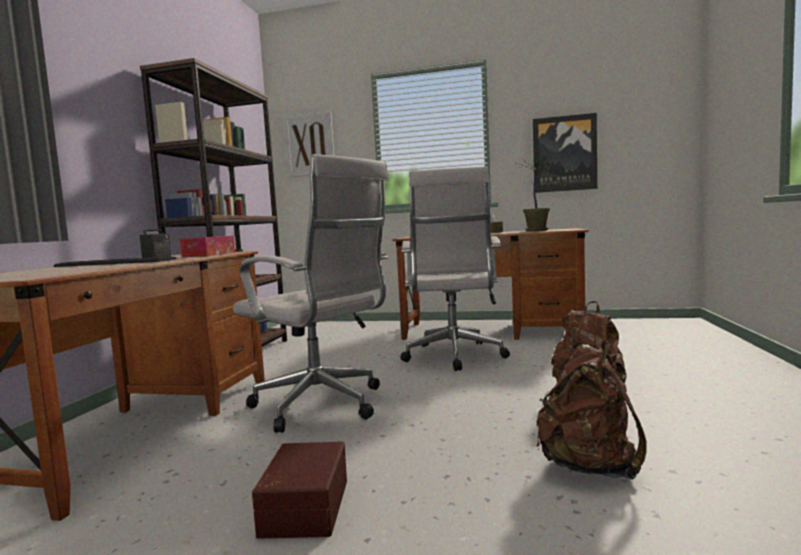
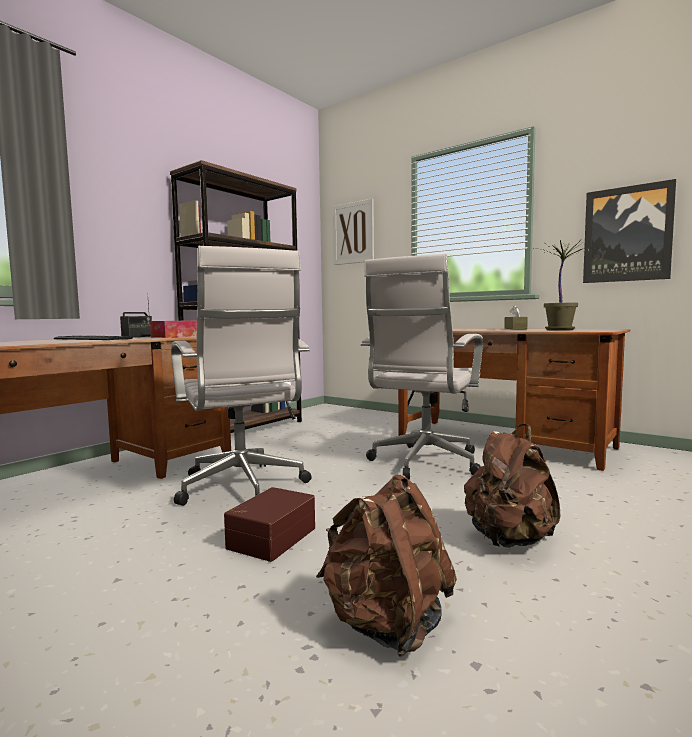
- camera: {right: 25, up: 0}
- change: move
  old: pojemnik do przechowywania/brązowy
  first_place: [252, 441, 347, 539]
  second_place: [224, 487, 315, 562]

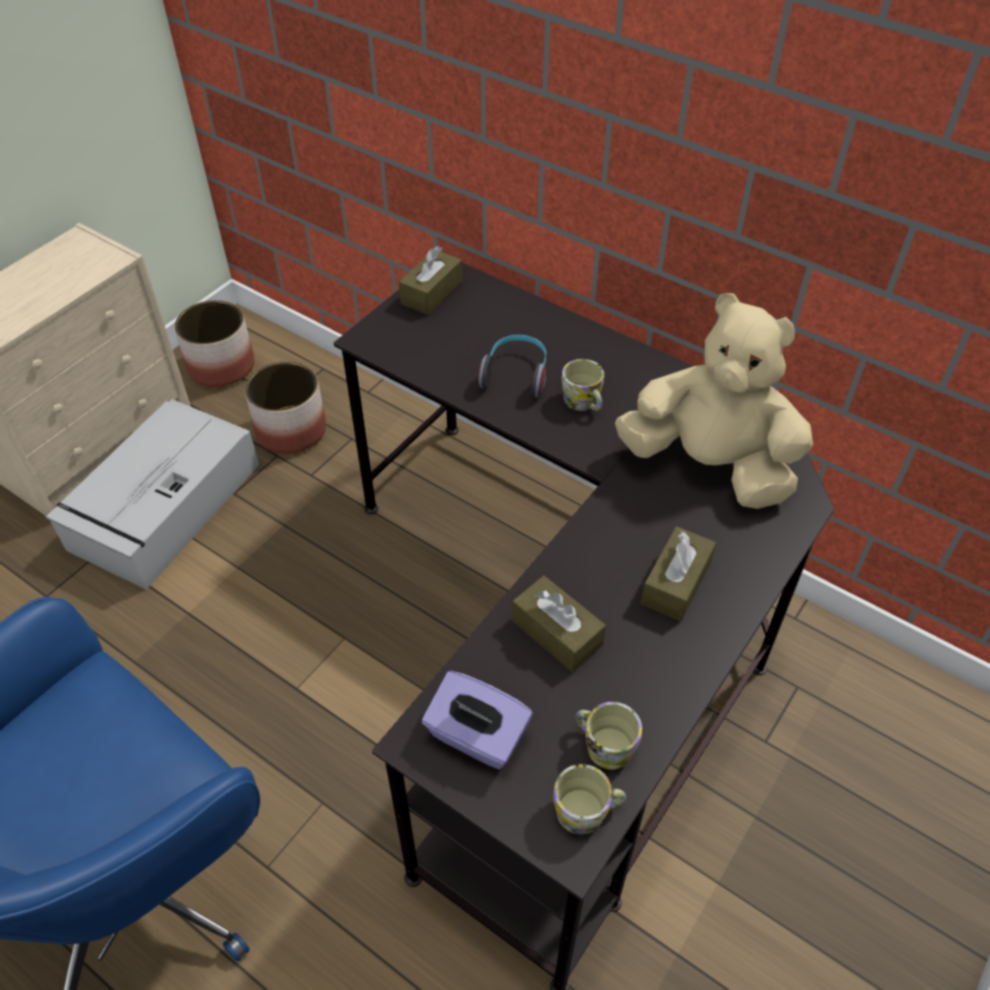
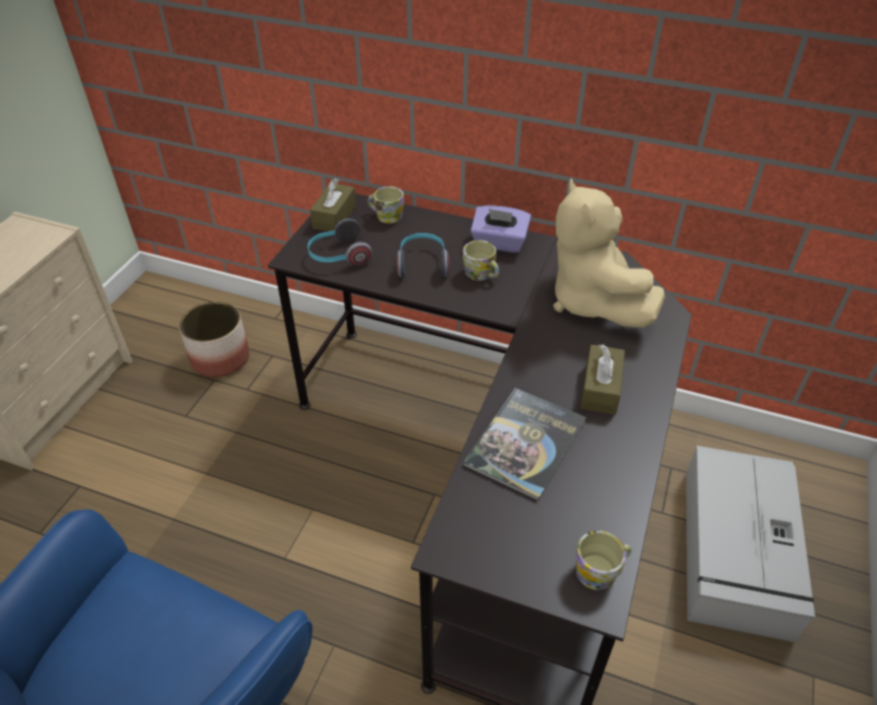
- camera: {right: -15, up: -5}
- change: delete
  old: donica
  first_place: [175, 300, 254, 387]
- change: insert
  new: słuchawki
  second_place: [308, 219, 372, 265]
- change: move
  old: pojemnik do przechowywania/szary
  first_place: [46, 399, 259, 590]
  second_place: [686, 446, 815, 642]
- change: move
  old: pudełko chusteczek/fioletowy
  first_place: [422, 671, 533, 770]
  second_place: [471, 205, 531, 253]
- change: move
  old: kubek
  first_place: [576, 702, 642, 770]
  second_place: [368, 186, 404, 223]
- change: replace
  old: pudełko chusteczek/brązowy
  new: książka
  first_place: [512, 576, 606, 672]
  second_place: [463, 388, 586, 501]
- change: rotate
  old: pluszak/beżowy
  first_place: [615, 293, 813, 509]
  second_place: [553, 179, 665, 328]
  degrees: -120

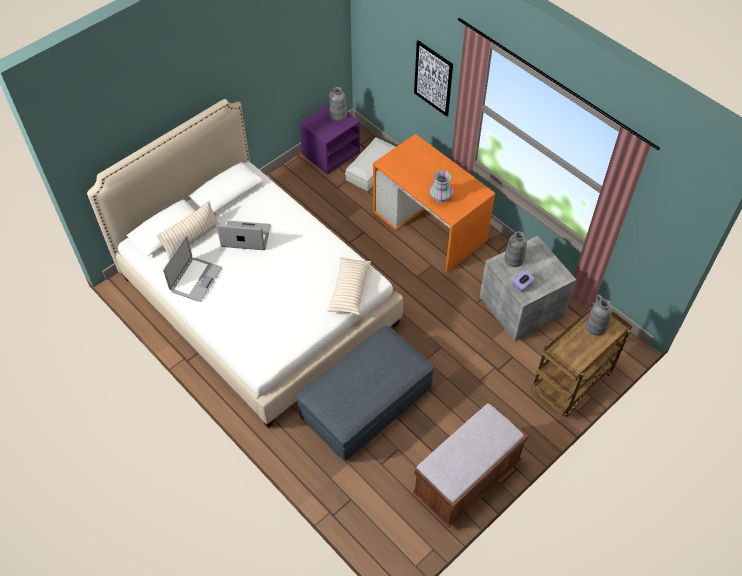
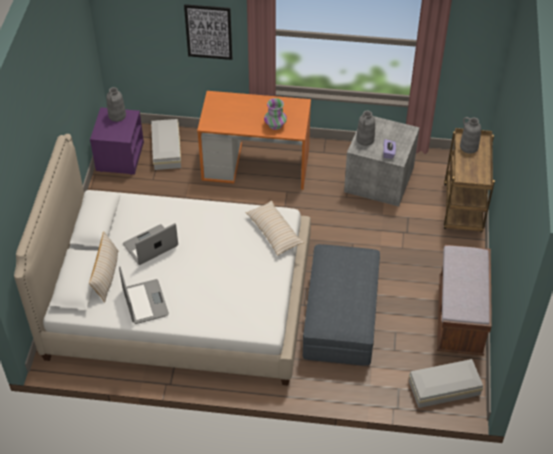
- camera: {right: -40, up: -5}
- change: insert
  new: pojemnik do przechowywania/biały
  second_place: [409, 359, 483, 408]

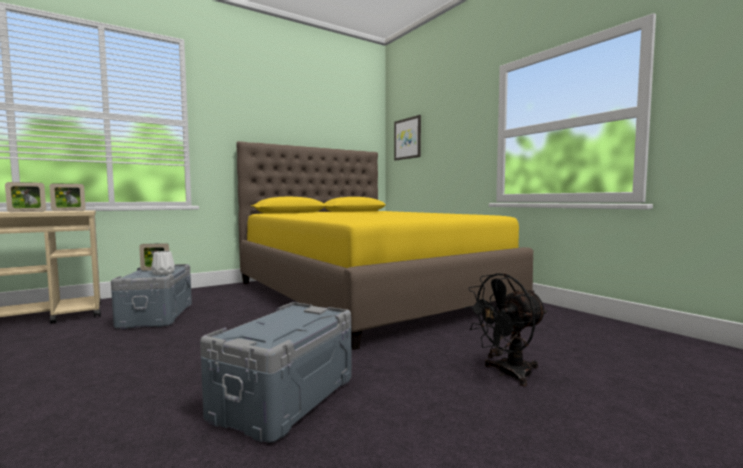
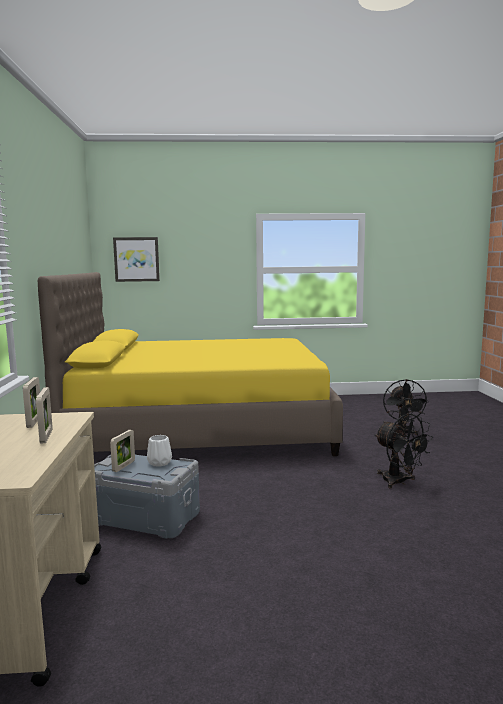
- camera: {right: -60, up: 5}
- change: replace
  old: pojemnik do przechowywania/szary
  new: wentylator/czarny
  first_place: [200, 302, 352, 443]
  second_place: [375, 413, 433, 489]

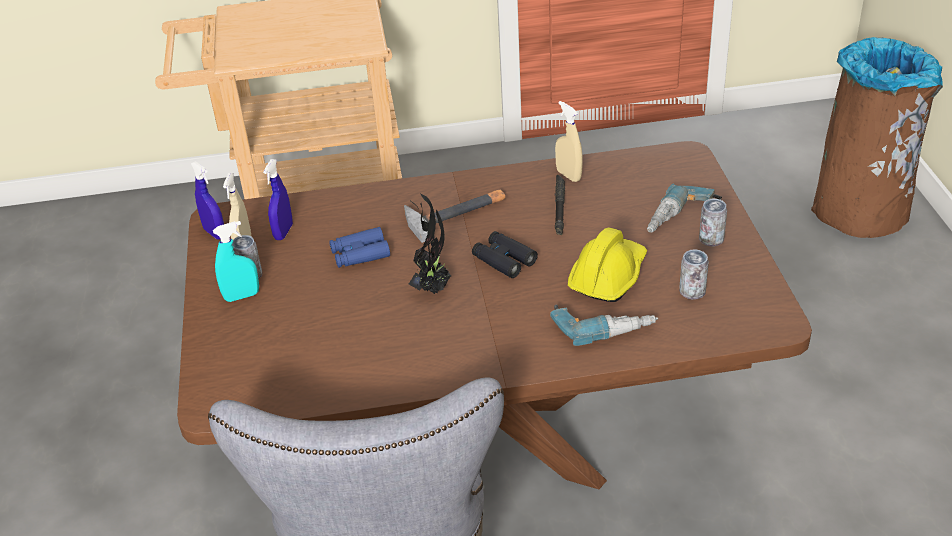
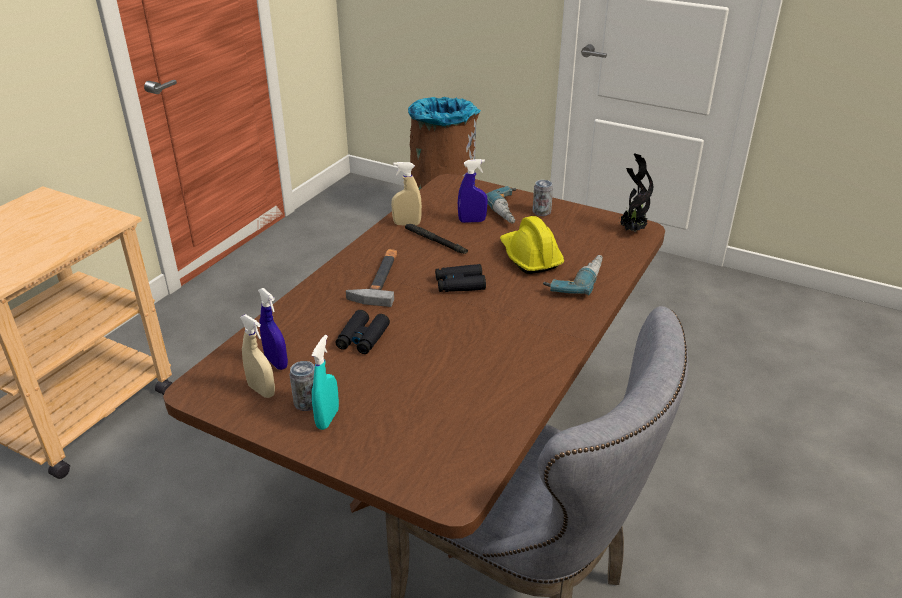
- camera: {right: -55, up: -5}
- change: delete
  old: puszka
  first_place: [679, 249, 709, 300]
- change: move
  old: spryskiwacz/niebieski
  first_place: [191, 161, 224, 240]
  second_place: [458, 159, 488, 223]
- change: move
  old: roślina doniczkowa
  first_place: [409, 194, 451, 294]
  second_place: [618, 153, 653, 232]
- change: recolor
  old: lornetka/niebieski
  new: lornetka/czarny
  first_place: [329, 227, 390, 268]
  second_place: [335, 310, 390, 354]

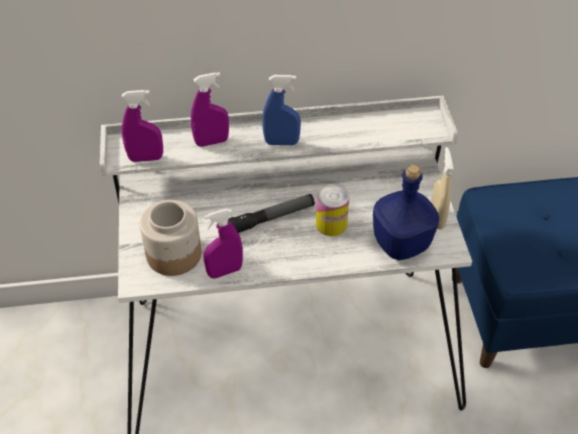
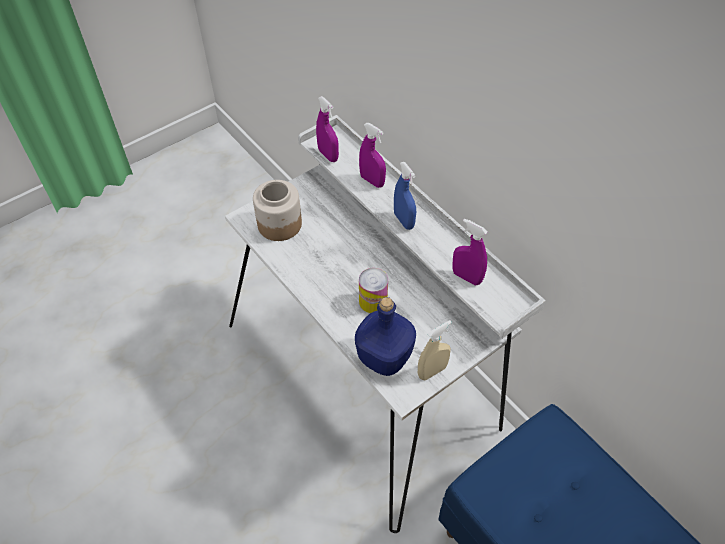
- camera: {right: 60, up: 5}
- change: delete
  old: latarka
  first_place: [228, 194, 315, 234]
- change: move
  old: spryskiwacz/fioletowy
  first_place: [204, 209, 243, 278]
  second_place: [452, 218, 488, 285]

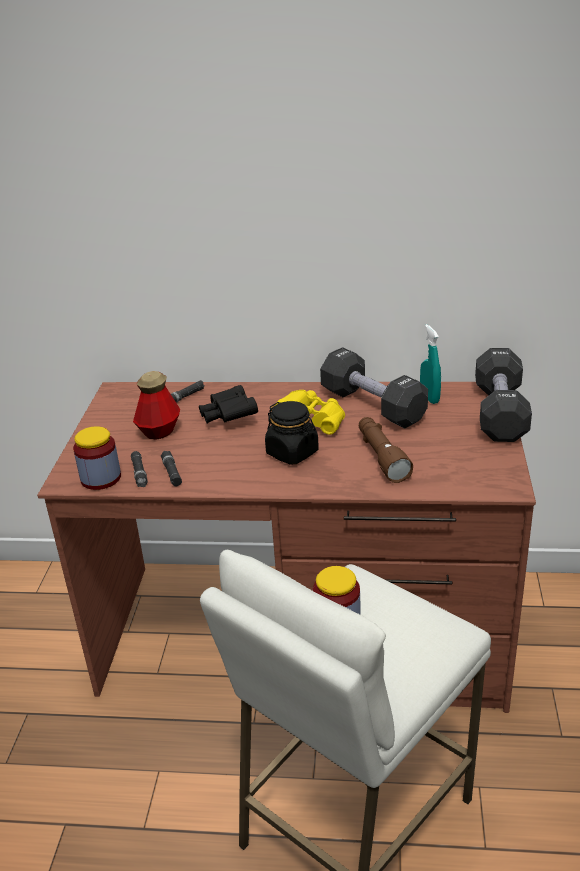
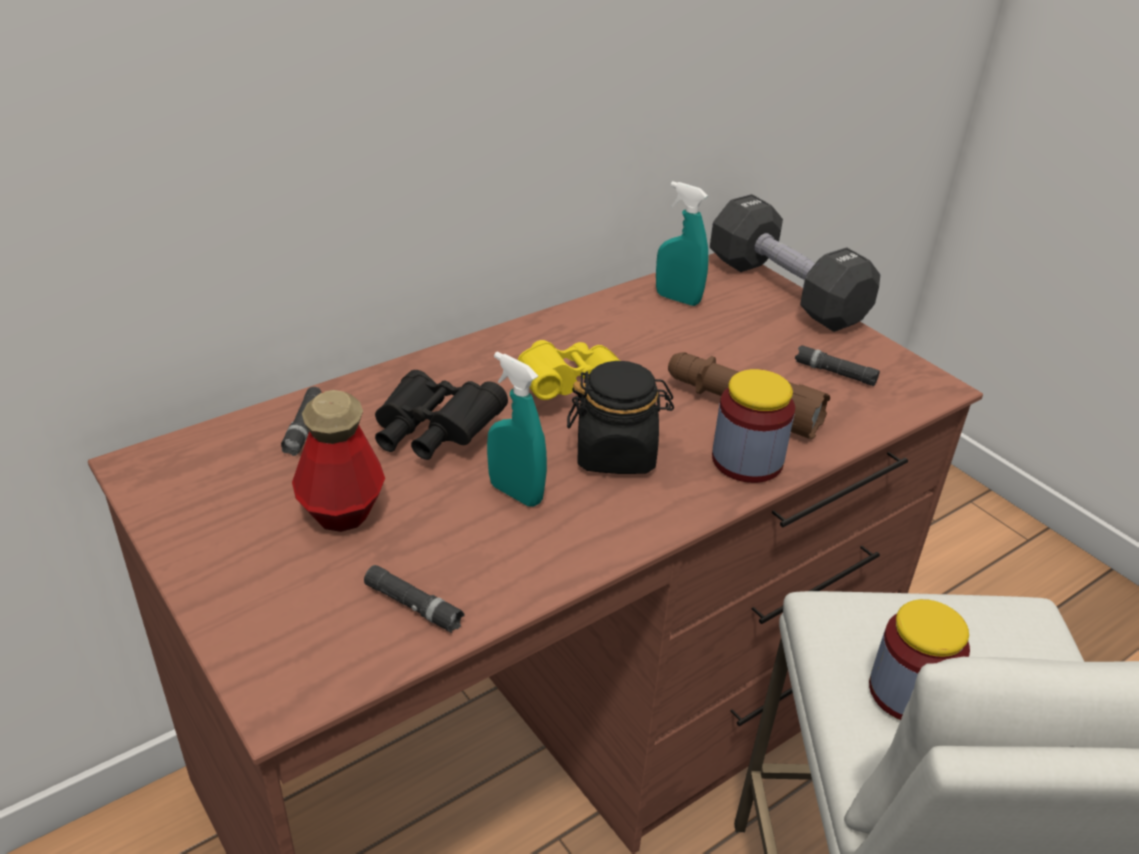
- camera: {right: -45, up: 5}
- change: delete
  old: hantel/czarny
  first_place: [320, 347, 428, 428]
- change: insert
  new: spryskiwacz/turkusowy
  second_place: [487, 352, 547, 507]
- change: move
  old: słoik
  first_place: [73, 426, 121, 490]
  second_place: [712, 369, 795, 483]
- change: move
  old: latarka/czarny
  first_place: [161, 451, 182, 486]
  second_place: [795, 345, 880, 386]

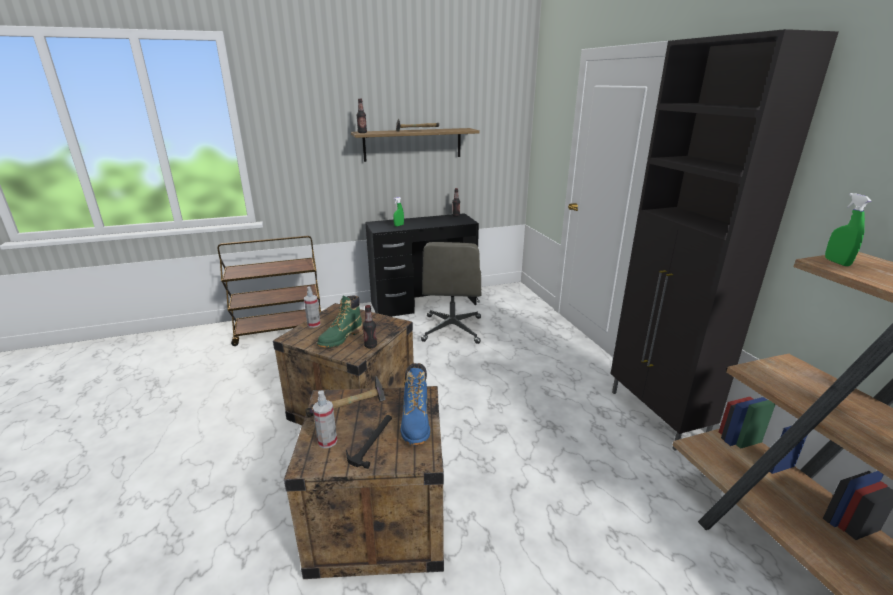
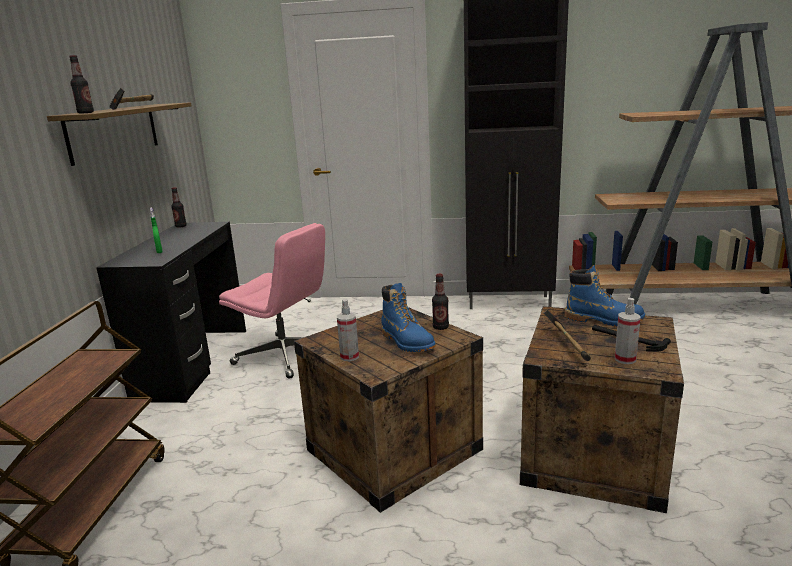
- camera: {right: -65, up: -5}
- change: delete
  old: spryskiwacz/zielony
  first_place: [825, 193, 871, 266]
- change: recolor
  old: but z cholewką/zielony
  new: but z cholewką/niebieski
  first_place: [317, 295, 363, 347]
  second_place: [381, 283, 436, 352]
- change: recolor
  old: krzesło biurowe/szary
  new: krzesło biurowe/różowy
  first_place: [421, 242, 481, 344]
  second_place: [219, 223, 325, 379]

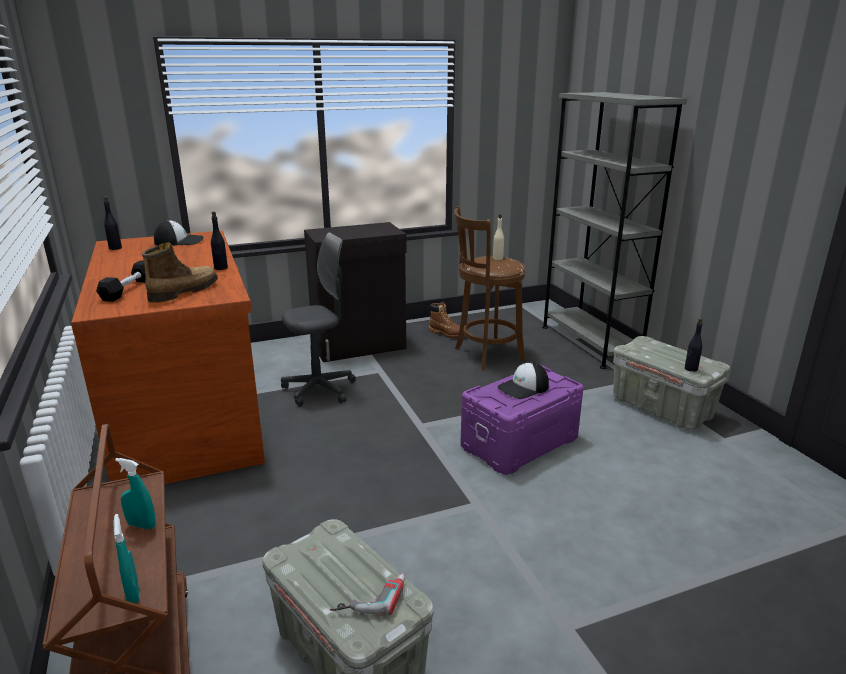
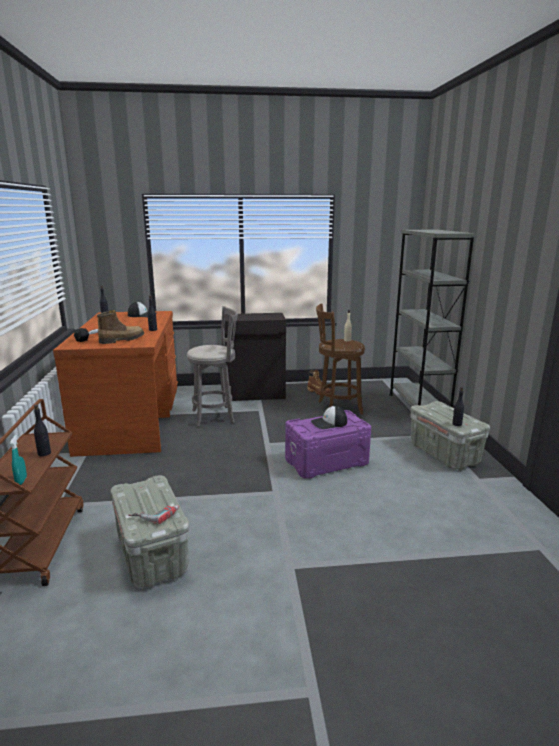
- camera: {right: 15, up: -5}
- change: replace
  old: spryskiwacz/turkusowy
  new: butelka/czarny
  first_place: [115, 458, 156, 529]
  second_place: [34, 404, 51, 456]
- change: replace
  old: krzesło biurowe/szary
  new: stołek/szary
  first_place: [281, 232, 356, 407]
  second_place: [187, 306, 238, 427]

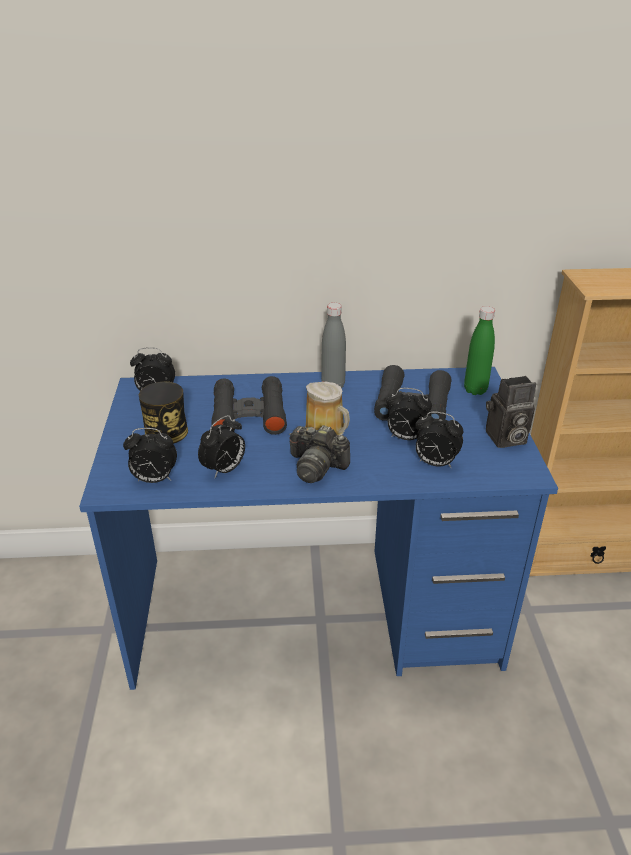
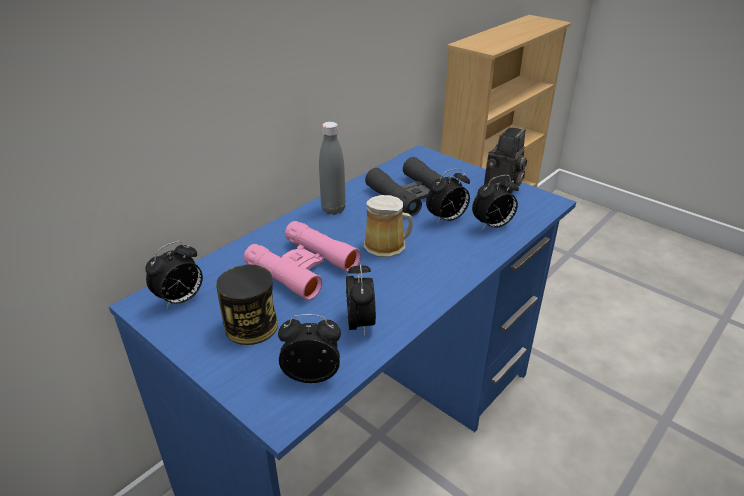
- camera: {right: -45, up: 0}
- change: delete
  old: aparat fotograficzny
  first_place: [289, 425, 350, 483]
- change: delete
  old: butelka/zielony
  first_place: [464, 306, 495, 395]
- change: recolor
  old: lornetka/czarny
  new: lornetka/różowy
  first_place: [211, 376, 287, 435]
  second_place: [244, 221, 361, 300]
- change: rotate
  old: budzik
  first_place: [123, 428, 177, 483]
  second_place: [278, 314, 341, 383]
  degrees: -135

